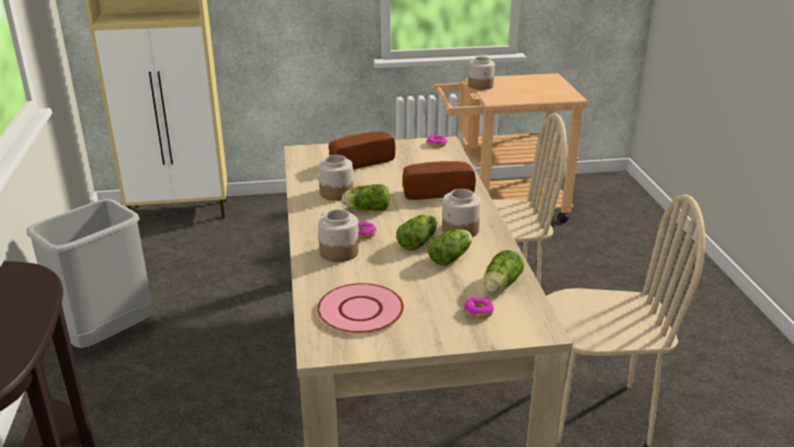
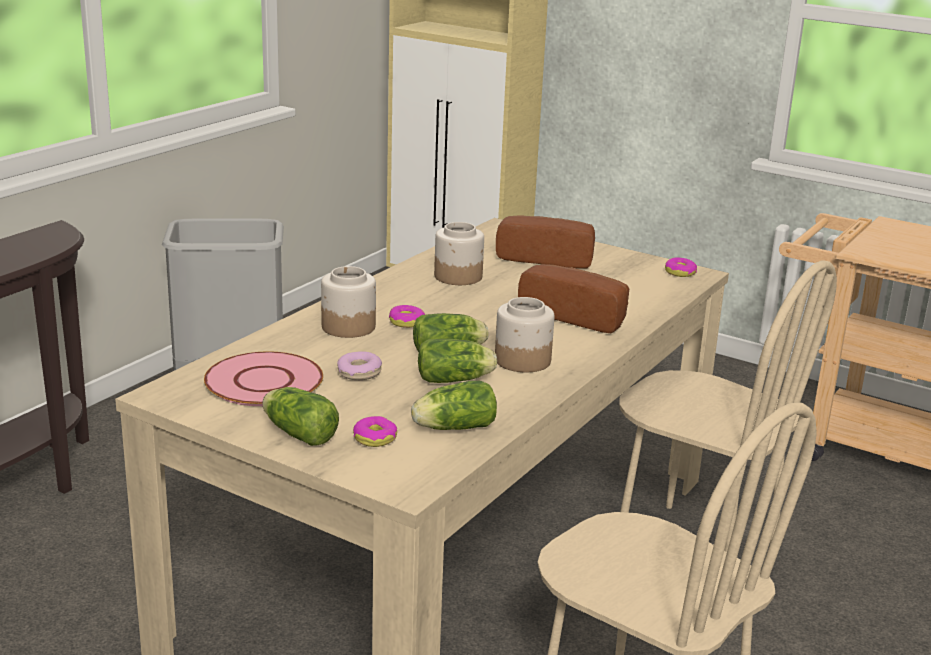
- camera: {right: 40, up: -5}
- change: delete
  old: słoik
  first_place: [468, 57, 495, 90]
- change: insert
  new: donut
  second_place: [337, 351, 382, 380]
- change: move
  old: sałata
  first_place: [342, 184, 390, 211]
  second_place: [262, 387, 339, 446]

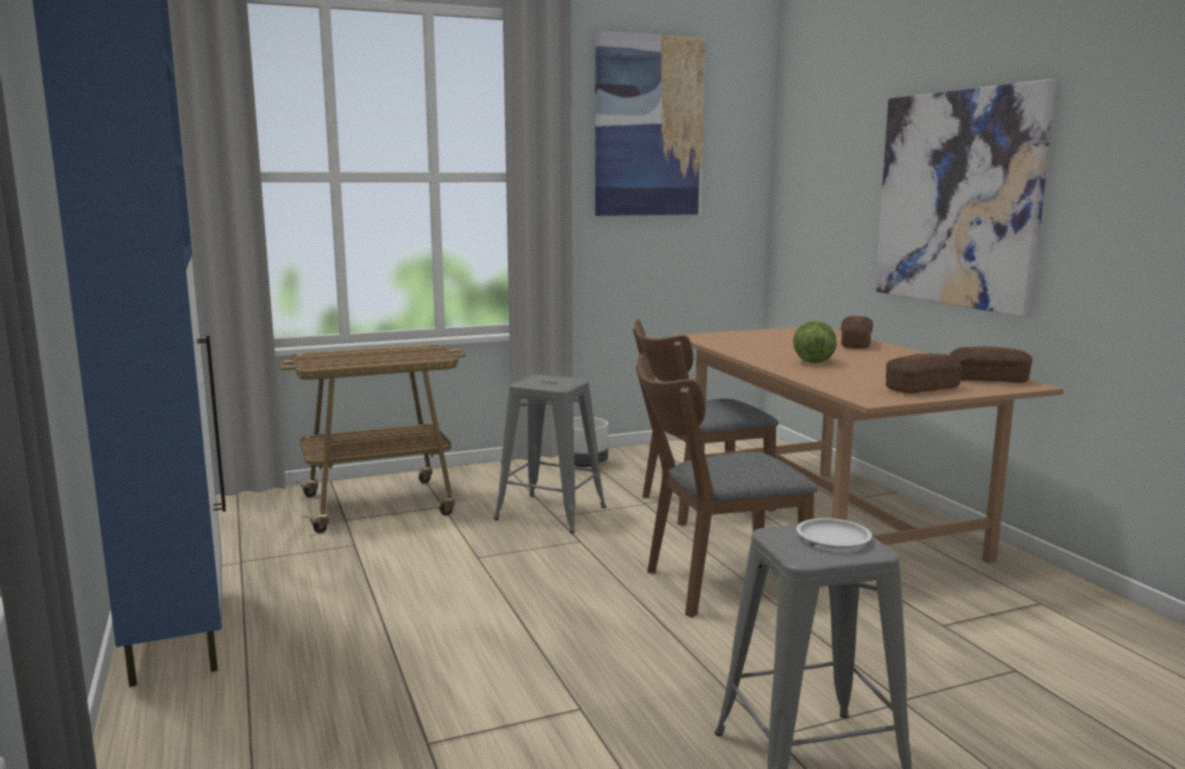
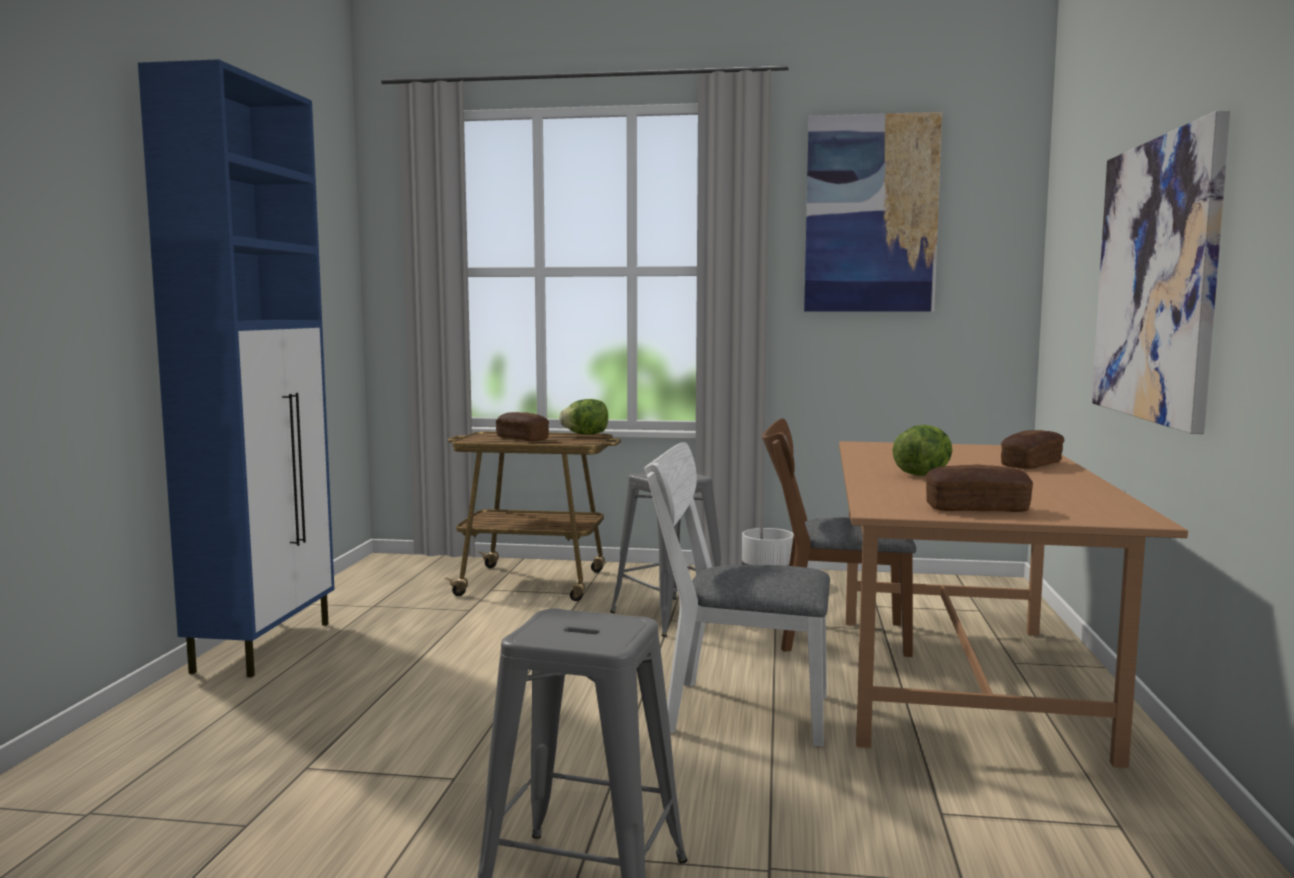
- camera: {right: 30, up: -5}
- change: delete
  old: talerz/biały
  first_place: [796, 518, 872, 549]
- change: insert
  new: sałata
  second_place: [559, 399, 608, 435]
- change: move
  old: chleb
  first_place: [949, 346, 1032, 383]
  second_place: [496, 412, 549, 441]
- change: recolor
  old: krzesło/brązowy
  new: krzesło/biały
  first_place: [636, 354, 817, 618]
  second_place: [644, 442, 830, 746]

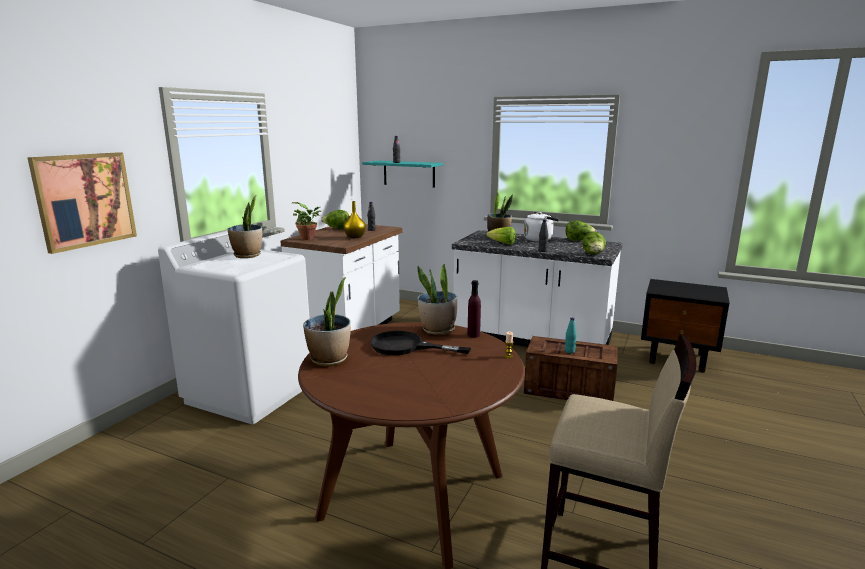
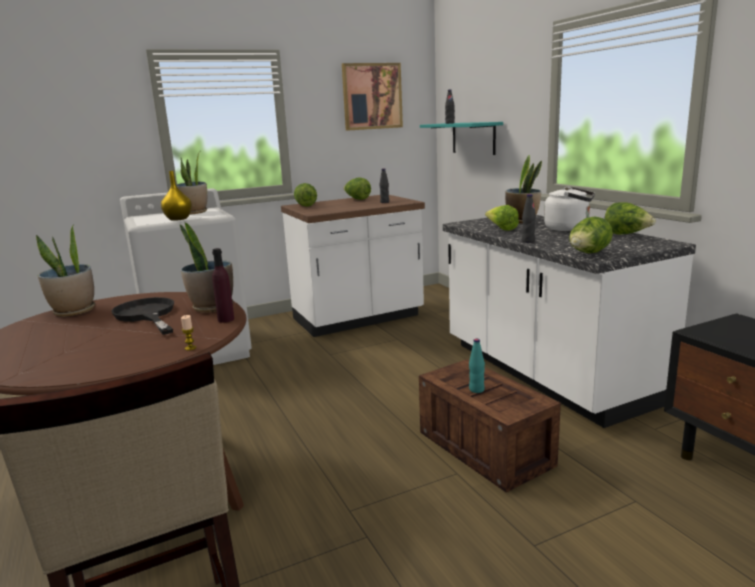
- camera: {right: 40, up: 0}
- change: move
  old: obraz
  first_place: [27, 152, 137, 254]
  second_place: [342, 63, 403, 131]
- change: move
  old: wazon/żółty
  first_place: [343, 201, 366, 238]
  second_place: [161, 171, 192, 221]
- change: replace
  old: roślina doniczkowa
  new: sałata
  first_place: [292, 202, 322, 240]
  second_place: [294, 183, 317, 207]

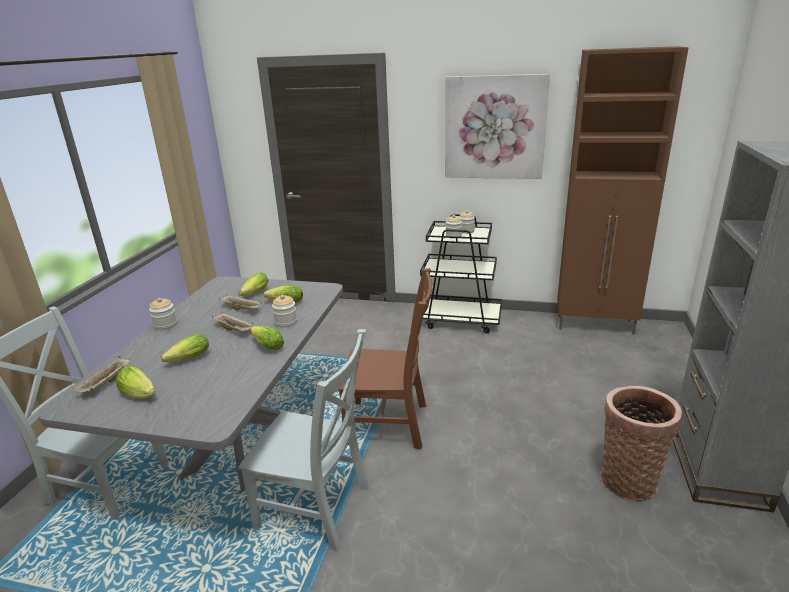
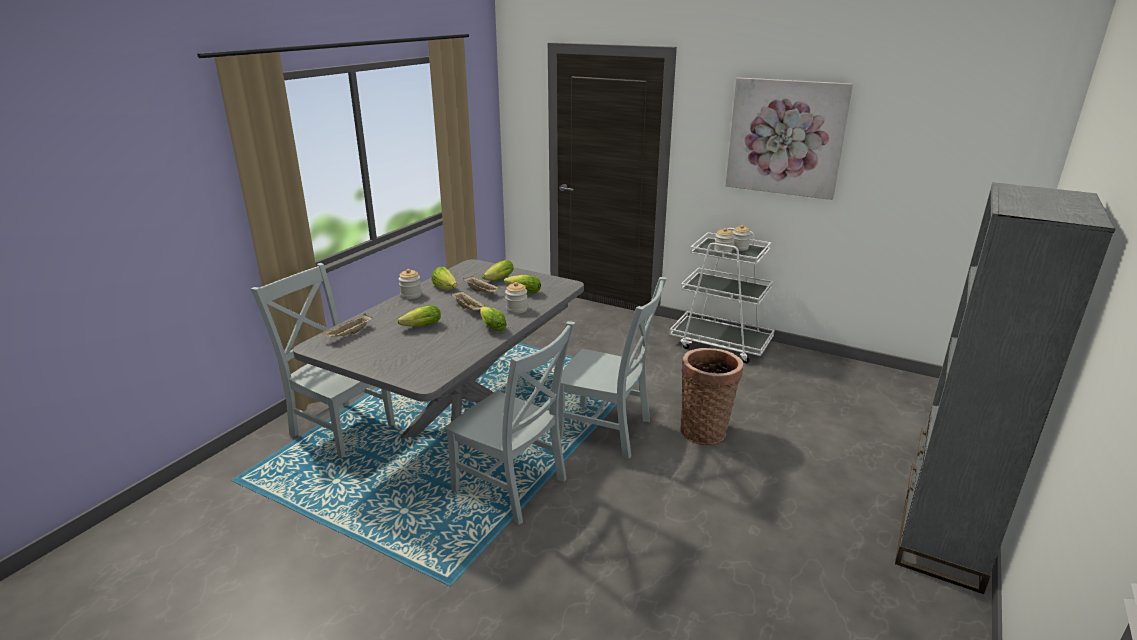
- camera: {right: 15, up: 0}
- change: delete
  old: szafka/brązowy
  first_place: [557, 46, 689, 335]
- change: move
  old: sałata
  first_place: [116, 365, 155, 399]
  second_place: [431, 267, 457, 290]
- change: move
  old: koszyk
  first_place: [601, 386, 682, 501]
  second_place: [681, 348, 743, 445]
- change: recolor
  old: krzesło/brązowy
  new: krzesło/szary
  first_place: [338, 268, 432, 450]
  second_place: [558, 277, 667, 459]
- change: recolor
  old: wózek/czarny
  new: wózek/biały
  first_place: [420, 214, 502, 333]
  second_place: [669, 228, 775, 364]

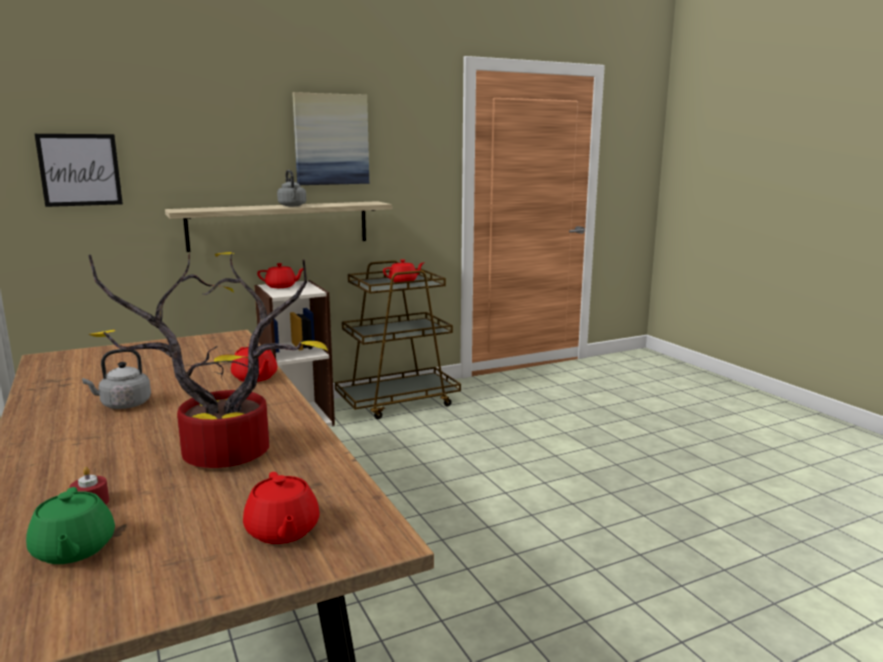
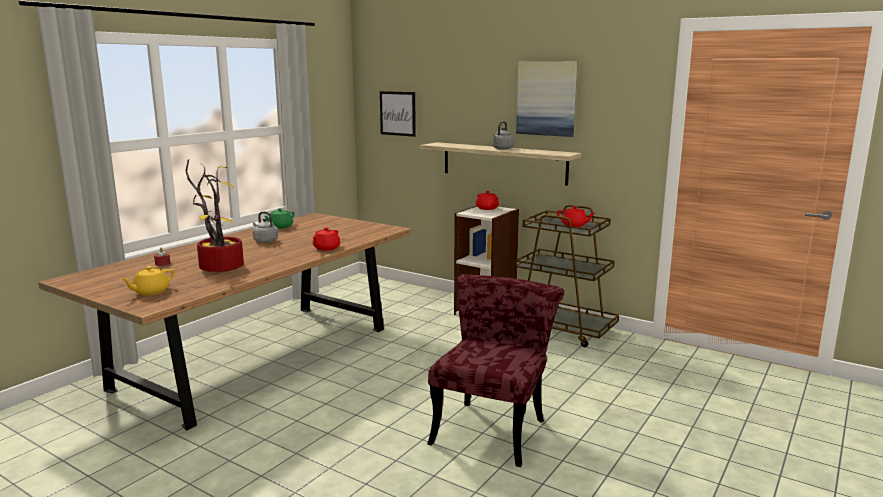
- camera: {right: 60, up: 0}
- change: insert
  new: krzesło/czerwony
  second_place: [427, 274, 565, 467]
- change: move
  old: imbryk/zielony
  first_place: [26, 487, 115, 564]
  second_place: [264, 208, 295, 229]
- change: recolor
  old: imbryk/czerwony
  new: imbryk/żółty
  first_place: [243, 472, 320, 544]
  second_place: [122, 266, 174, 295]

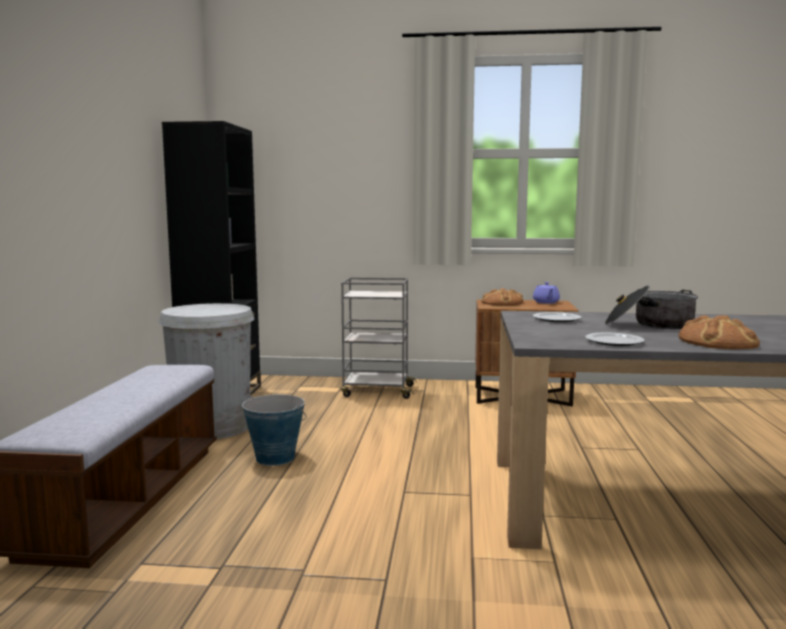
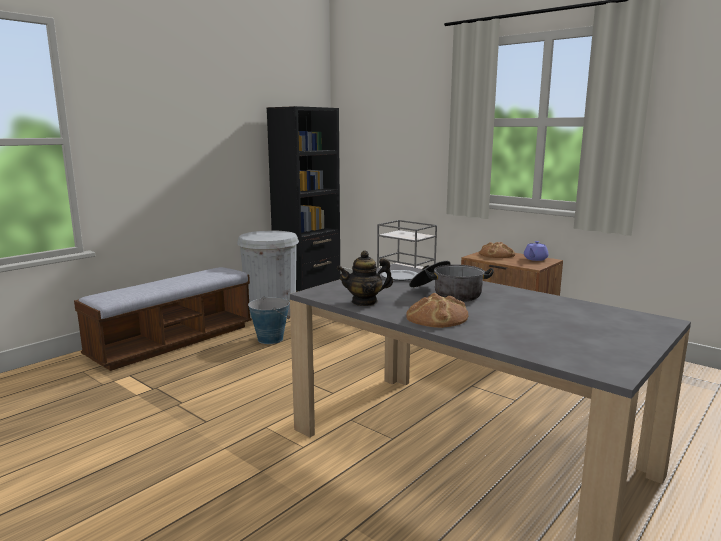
- camera: {right: 35, up: 5}
- change: replace
  old: talerz
  new: imbryk
  first_place: [585, 333, 645, 346]
  second_place: [337, 250, 393, 306]

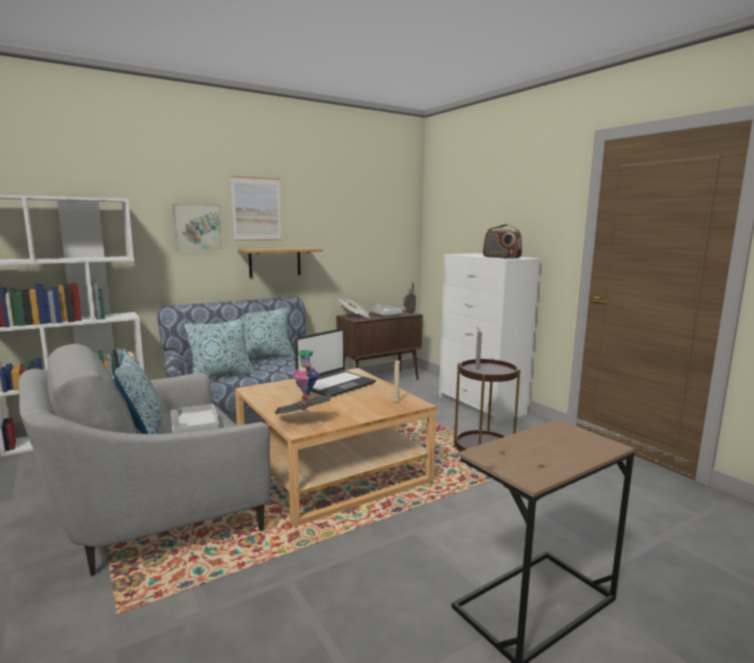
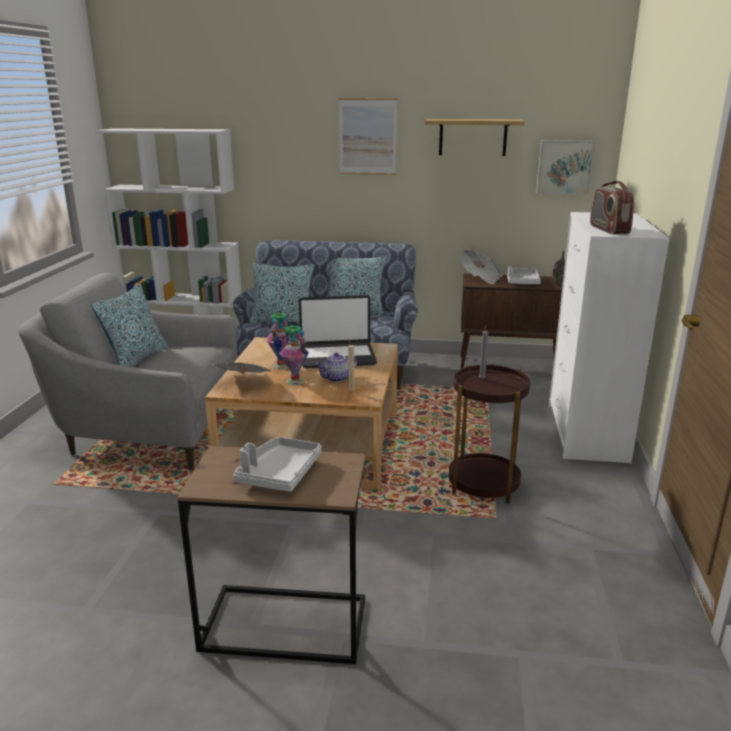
- camera: {right: 40, up: 10}
- change: insert
  new: wazon
  second_place: [279, 326, 309, 385]
- change: insert
  new: imbryk
  second_place: [315, 352, 357, 382]
- change: move
  old: taca/szary
  first_place: [171, 404, 219, 433]
  second_place: [233, 437, 322, 492]
- change: move
  old: obraz
  first_place: [172, 204, 223, 251]
  second_place: [536, 140, 595, 194]
- change: move
  old: półka
  first_place: [238, 247, 323, 277]
  second_place: [425, 119, 525, 156]

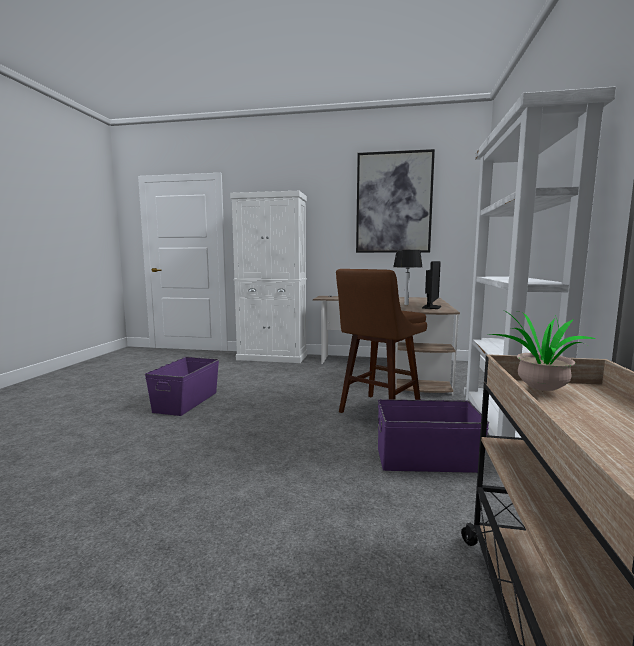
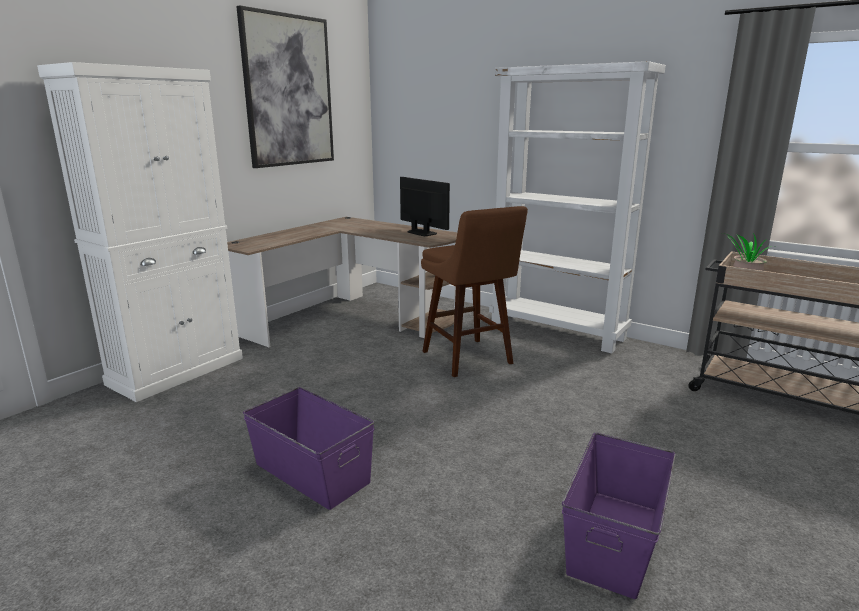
- camera: {right: -65, up: 10}
- change: delete
  old: lampa stołowa
  first_place: [393, 250, 422, 305]
- change: move
  old: pojemnik do przechowywania/fioletowy
  first_place: [378, 399, 489, 473]
  second_place: [562, 433, 676, 599]

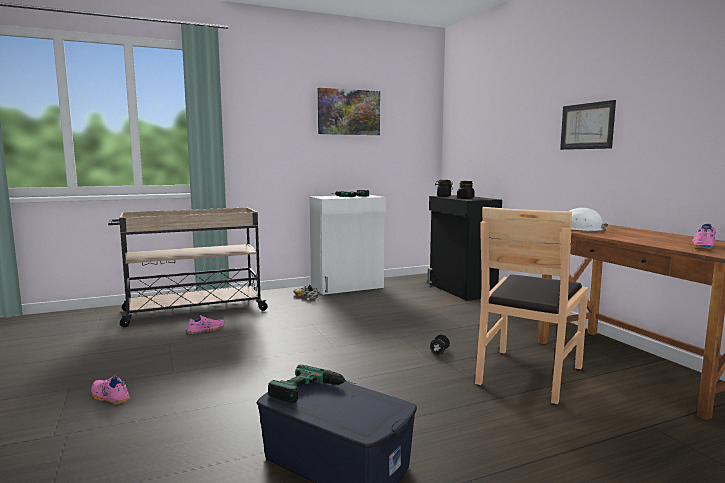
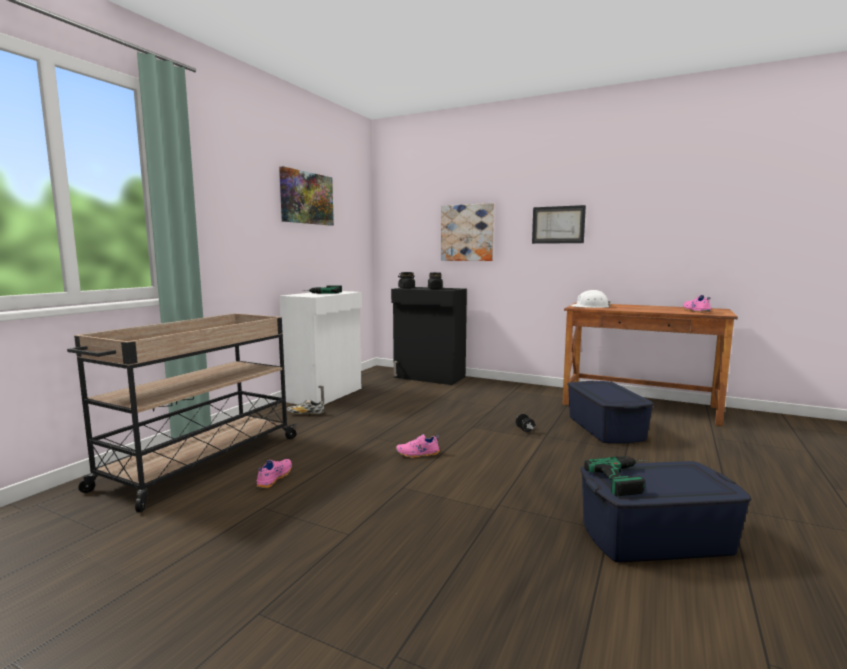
- camera: {right: -40, up: 0}
- change: insert
  new: obraz
  second_place: [441, 203, 494, 261]
- change: move
  old: but/różowy
  first_place: [91, 376, 130, 405]
  second_place: [396, 434, 440, 458]
- change: replace
  old: krzesło/brązowy
  new: pojemnik do przechowywania/niebieski
  first_place: [475, 207, 588, 404]
  second_place: [567, 381, 654, 443]

